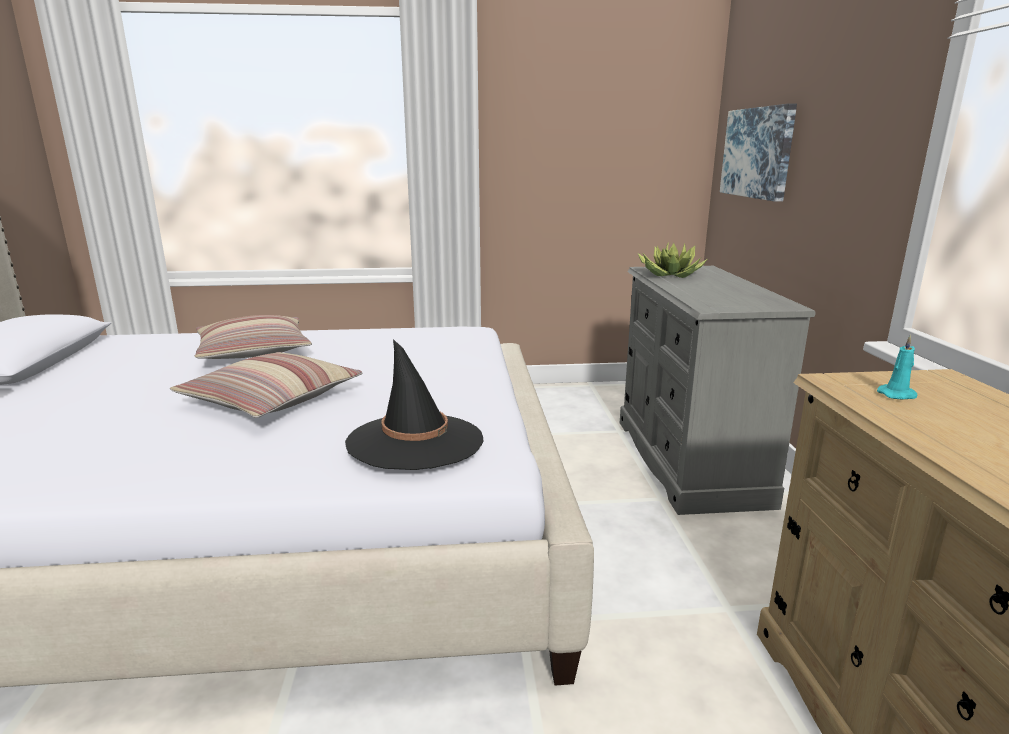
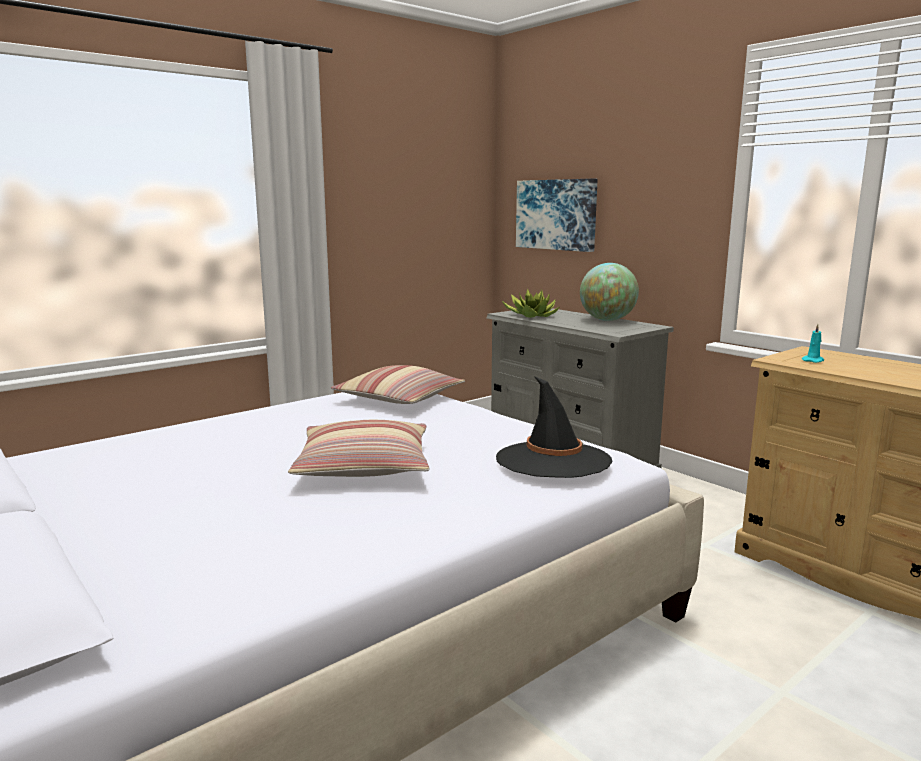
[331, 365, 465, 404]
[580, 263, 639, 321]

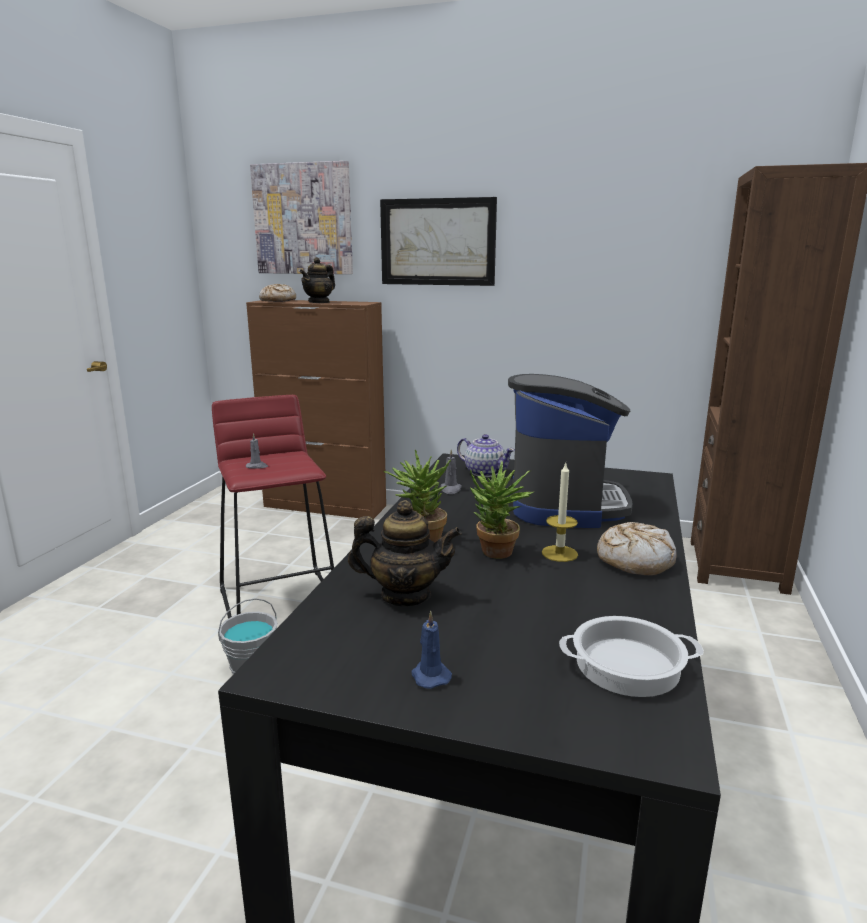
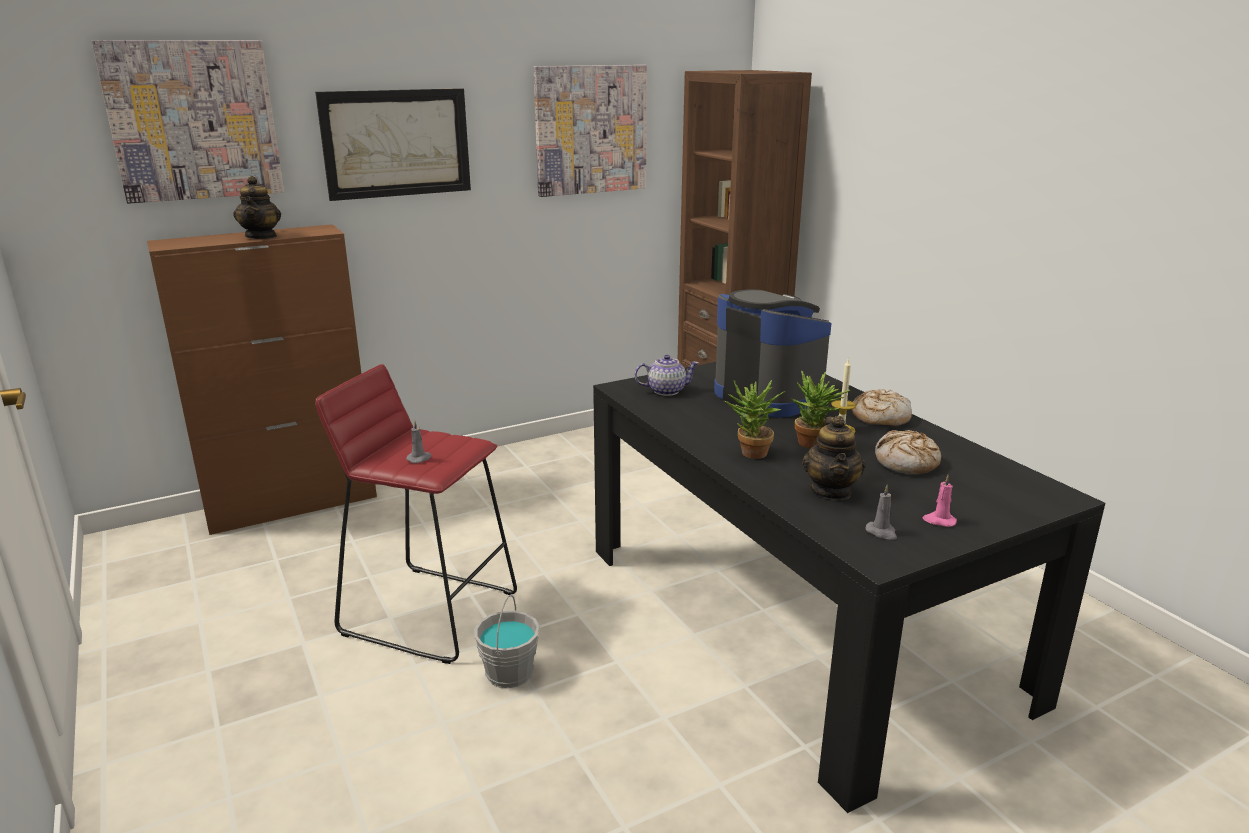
[533, 65, 647, 197]
[802, 416, 866, 500]
[865, 485, 897, 540]
[875, 430, 941, 474]
[922, 475, 957, 527]
[559, 616, 704, 697] (first image)

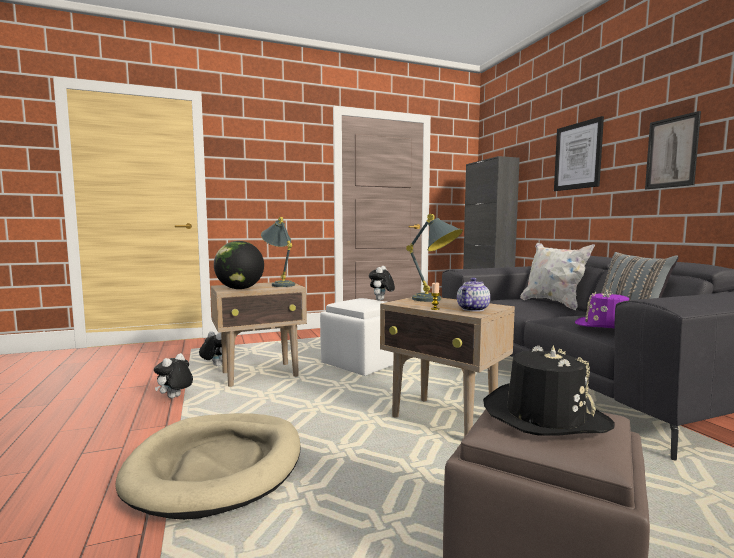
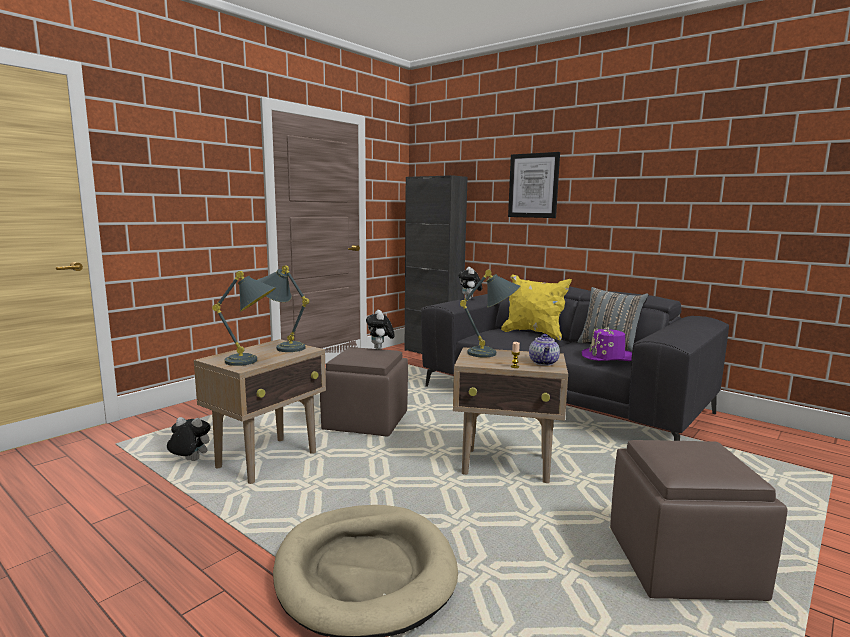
[212, 271, 276, 366]
[320, 347, 408, 436]
[458, 267, 482, 300]
[501, 274, 572, 340]
[483, 345, 615, 435] (first image)
[645, 111, 701, 189] (first image)

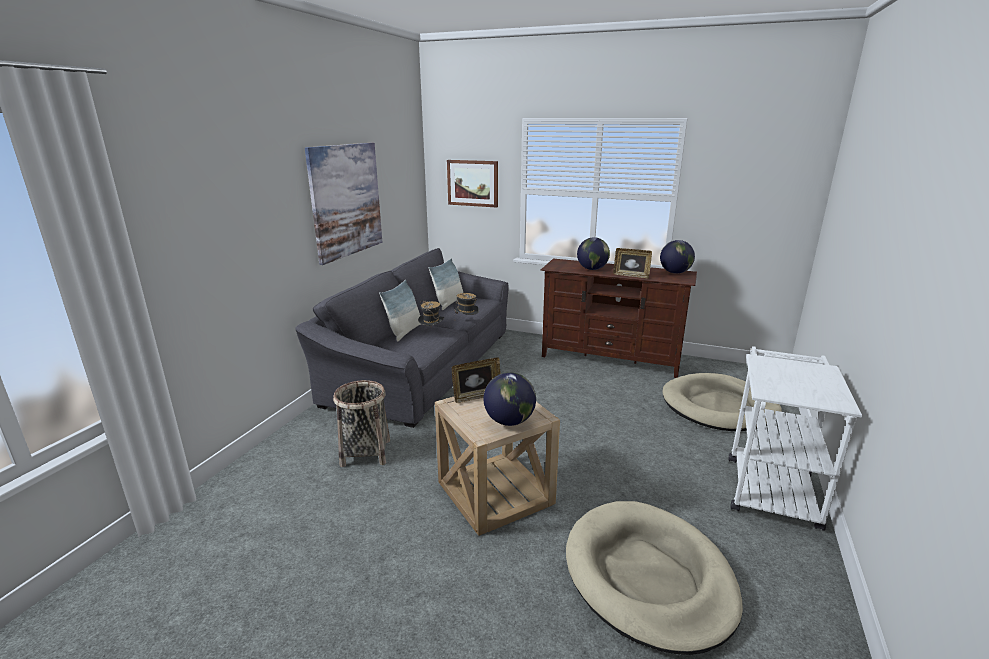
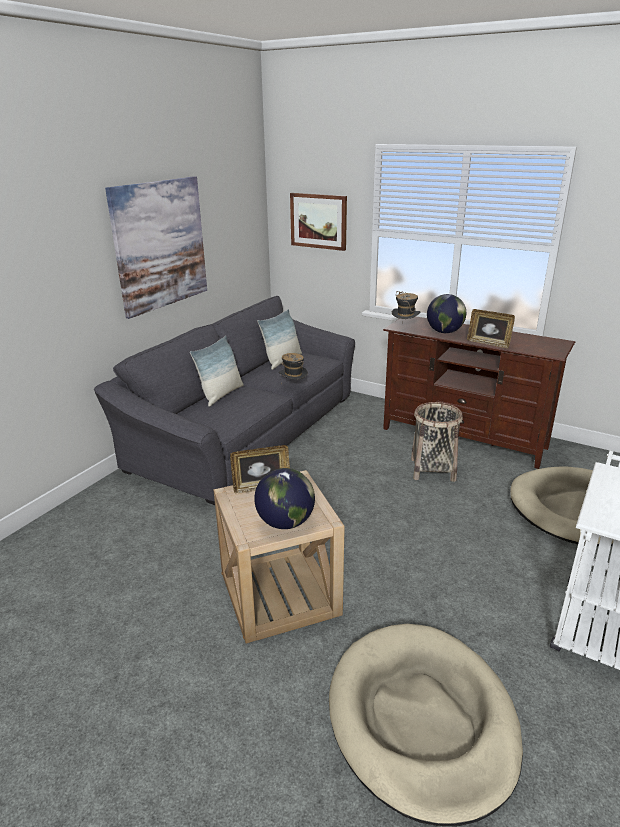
[392, 291, 420, 319]
[411, 402, 463, 482]
[660, 240, 695, 274] (first image)

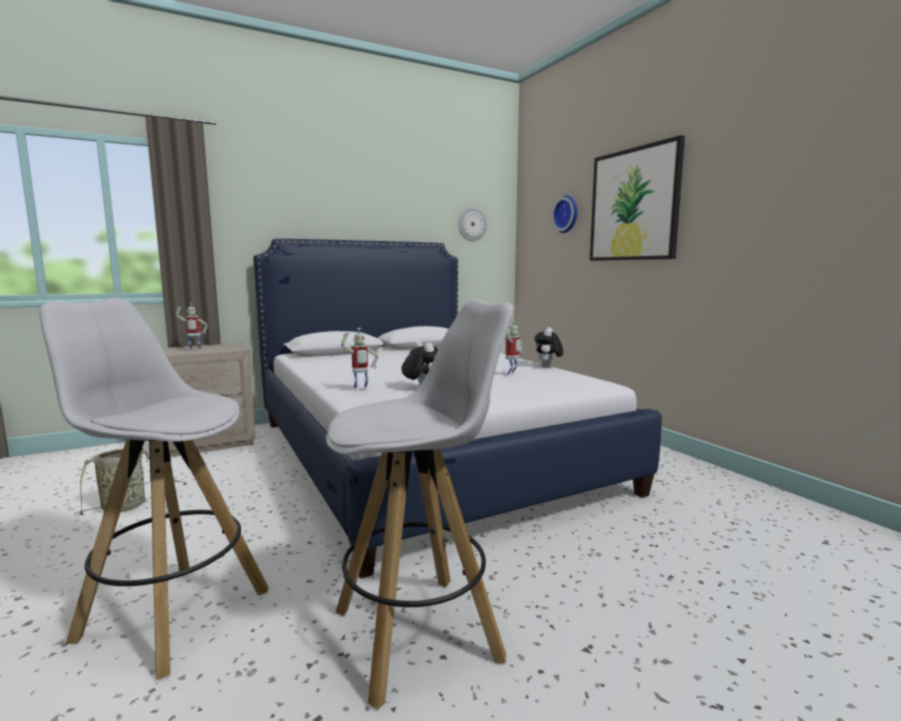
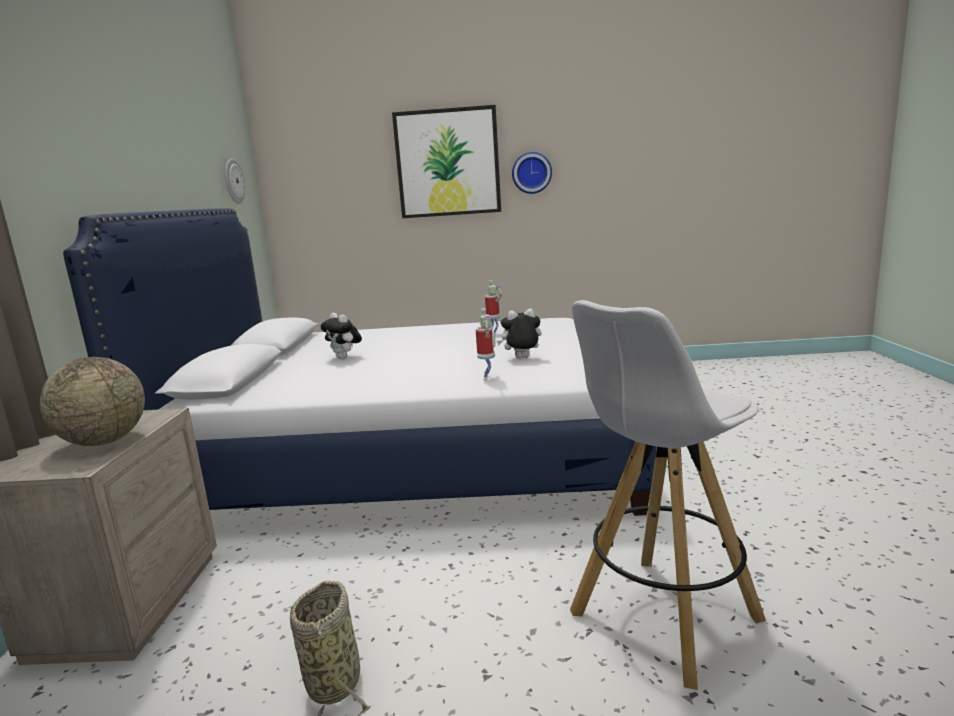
[40, 357, 145, 446]
[320, 313, 362, 359]
[512, 152, 552, 194]
[326, 299, 513, 710] (first image)

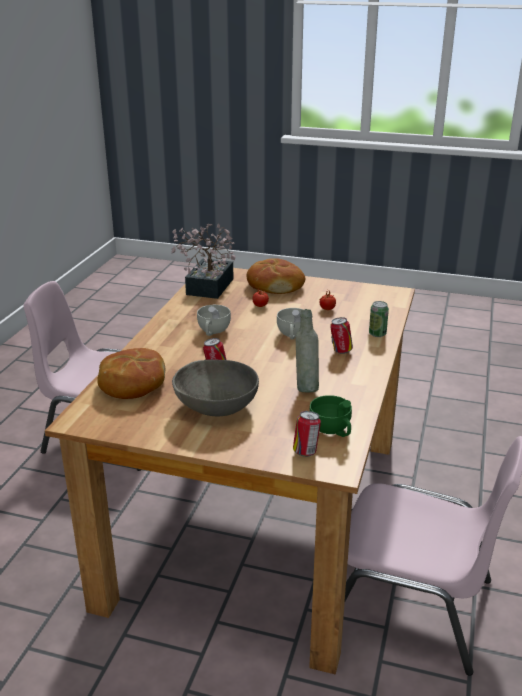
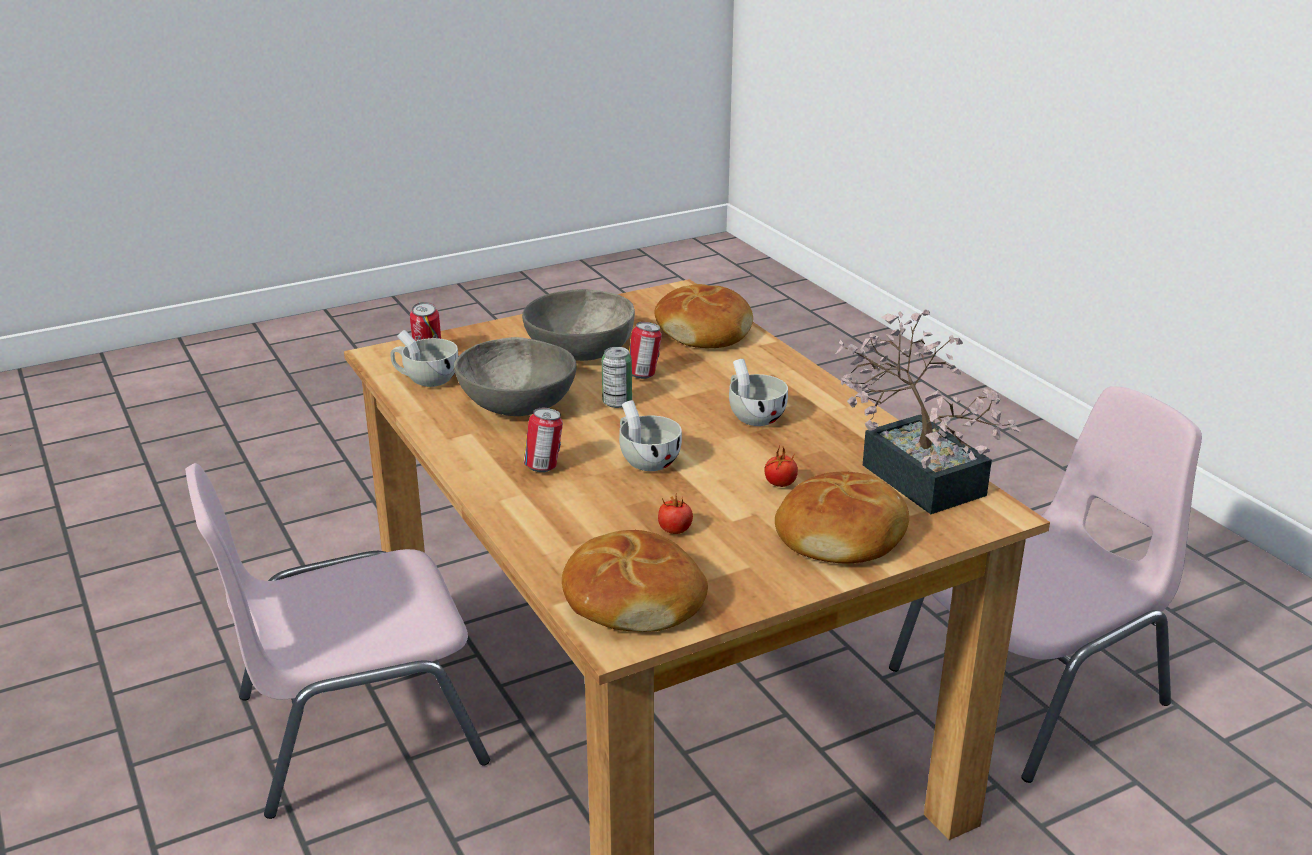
[390, 330, 459, 387]
[454, 337, 576, 416]
[562, 530, 708, 632]
[602, 347, 632, 408]

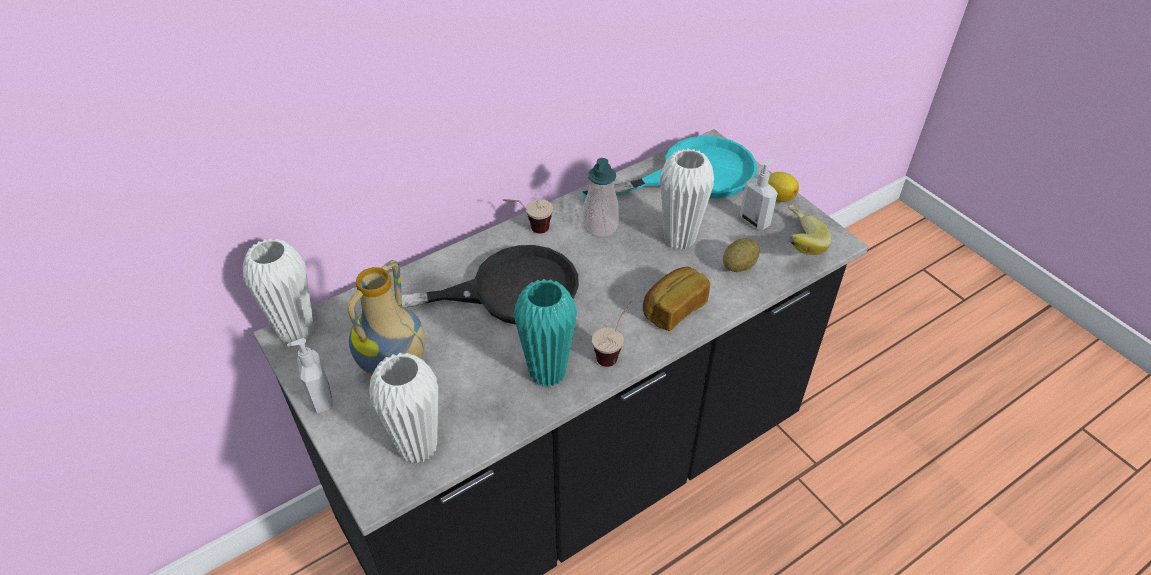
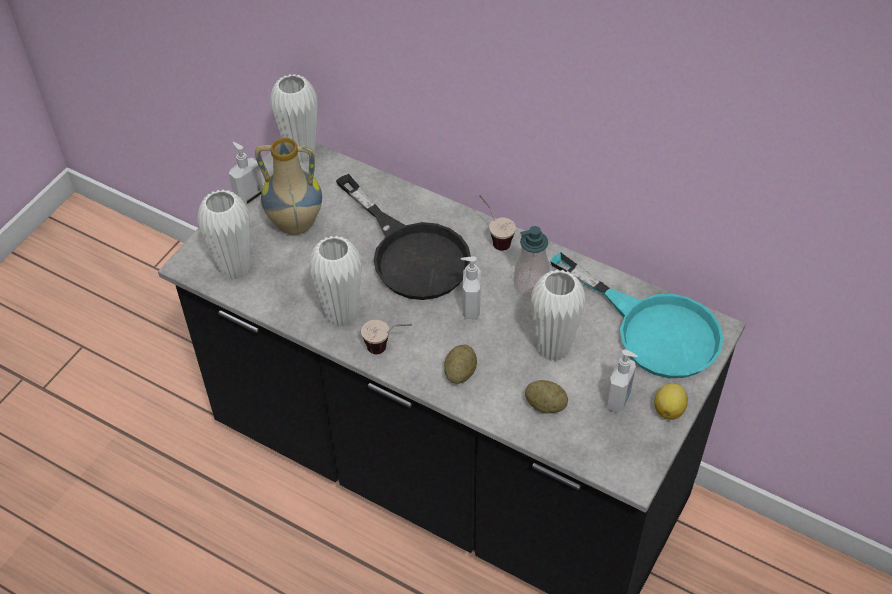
[309, 236, 362, 327]
[444, 345, 477, 384]
[461, 256, 481, 319]
[788, 205, 831, 255] (first image)

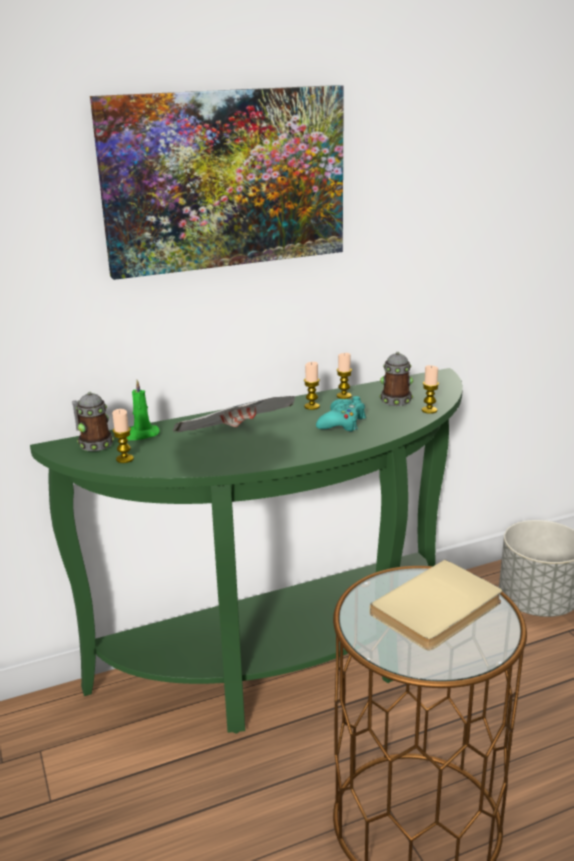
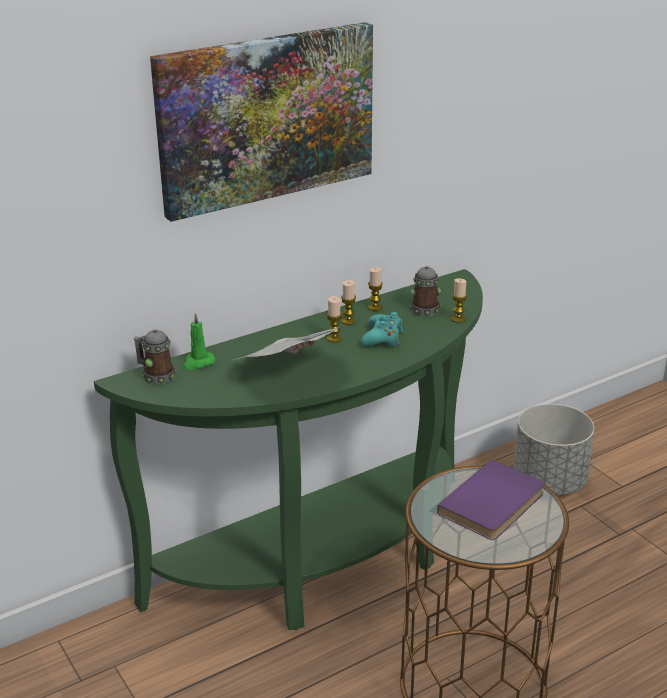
[327, 296, 342, 342]
[437, 460, 545, 540]

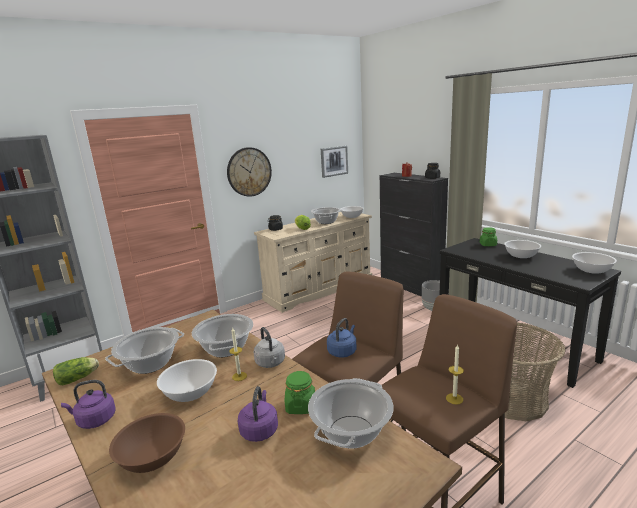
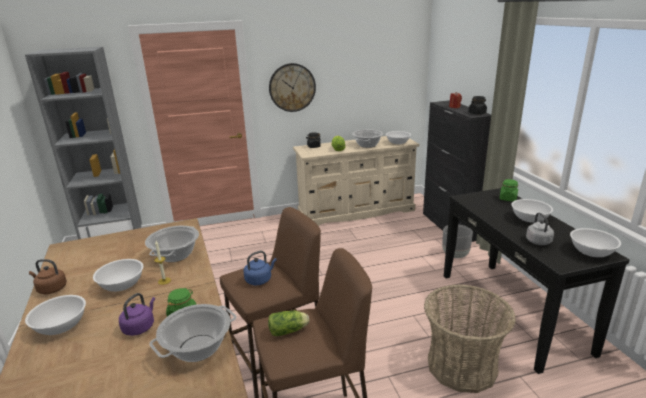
[25, 295, 86, 335]
[29, 259, 67, 294]
[268, 311, 309, 336]
[526, 213, 554, 245]
[105, 327, 184, 374] (first image)
[321, 146, 348, 178] (first image)
[446, 344, 464, 405] (first image)

